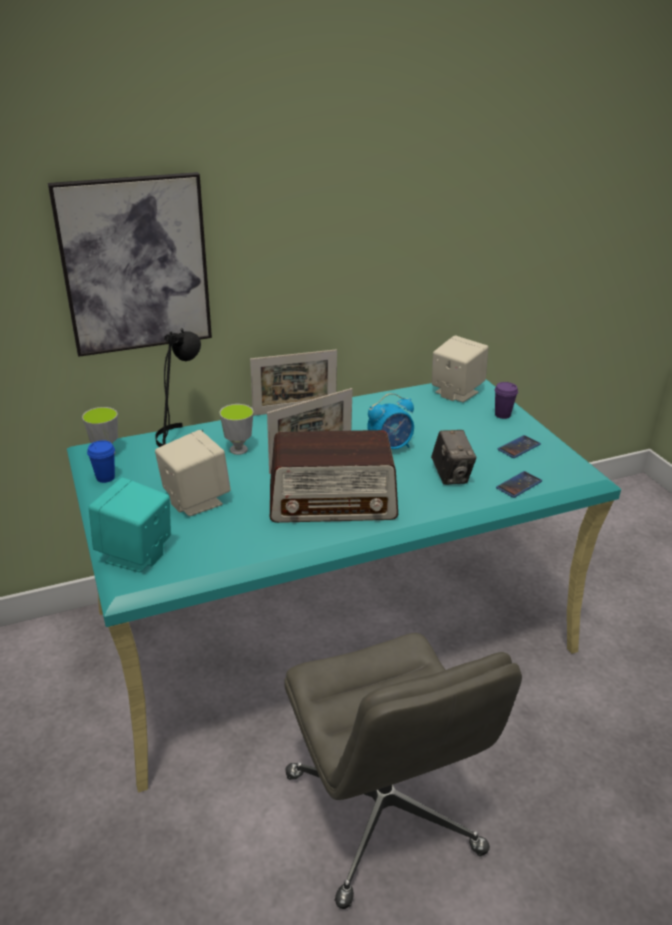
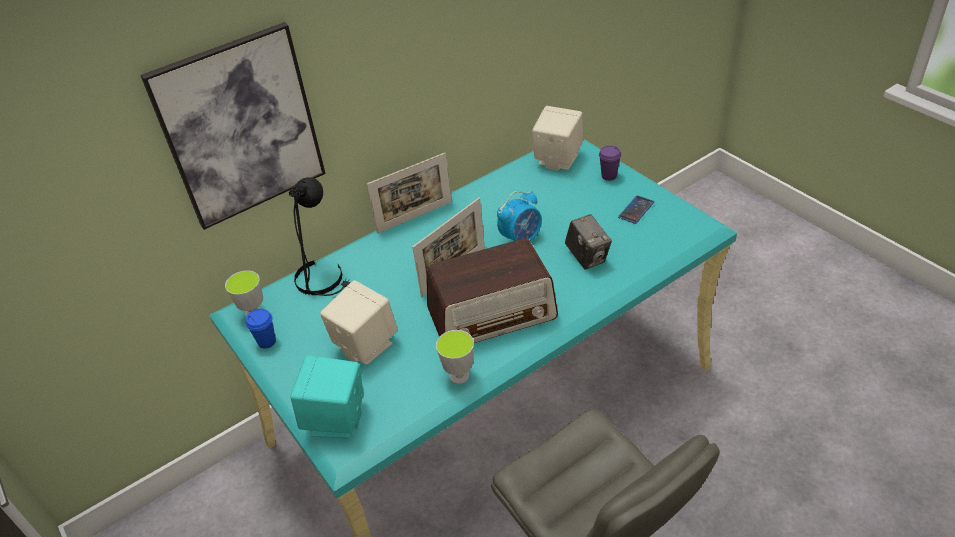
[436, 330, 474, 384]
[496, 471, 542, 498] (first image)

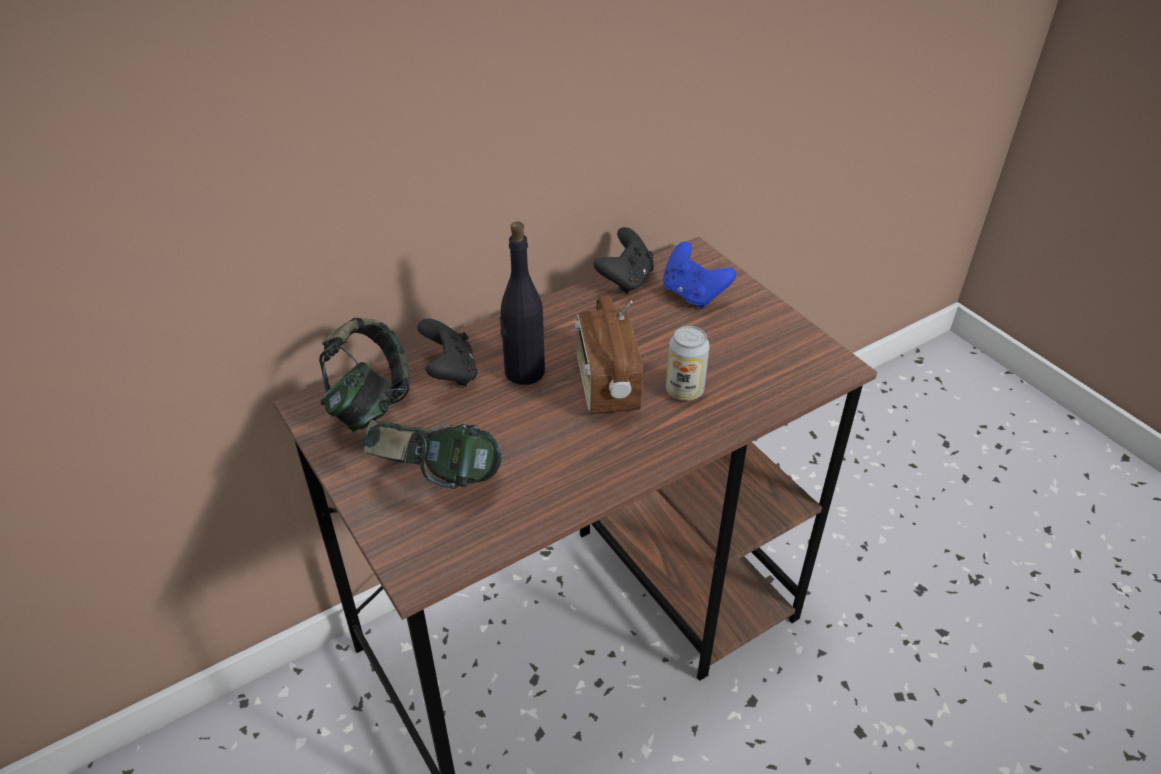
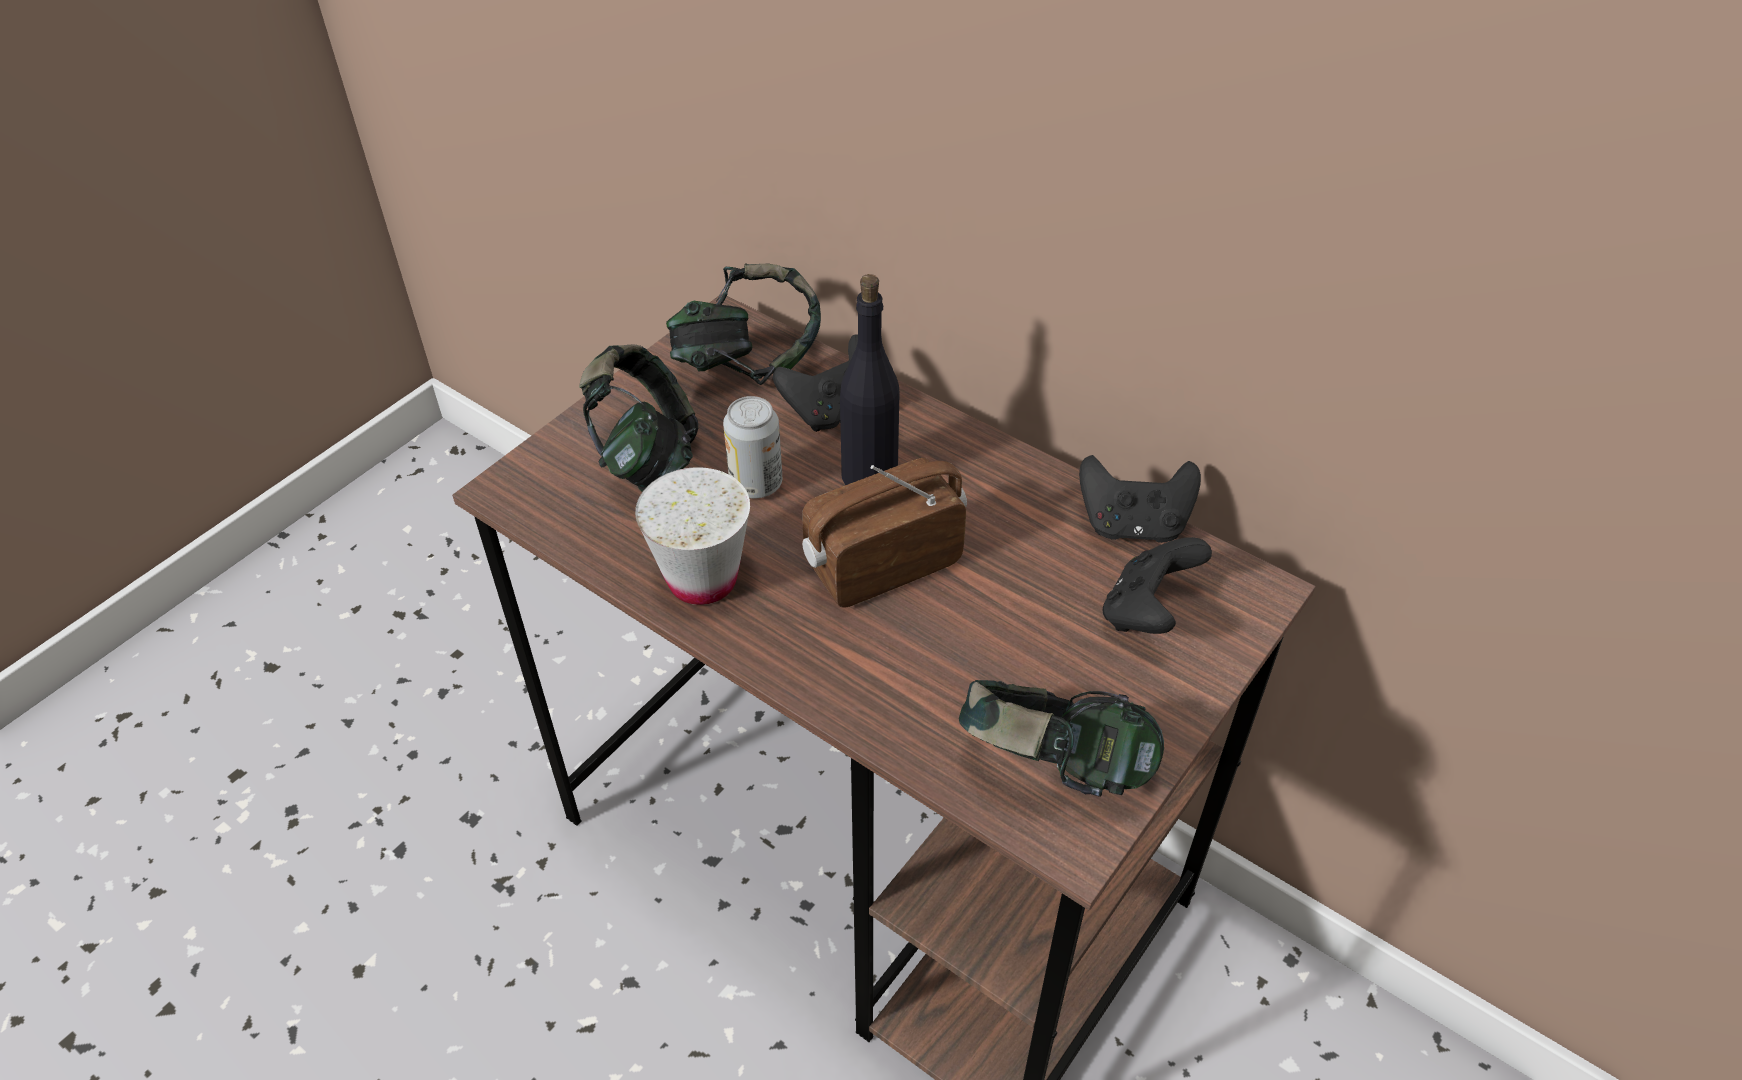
[635, 467, 750, 605]
[723, 396, 782, 498]
[959, 680, 1164, 797]
[1103, 537, 1212, 634]

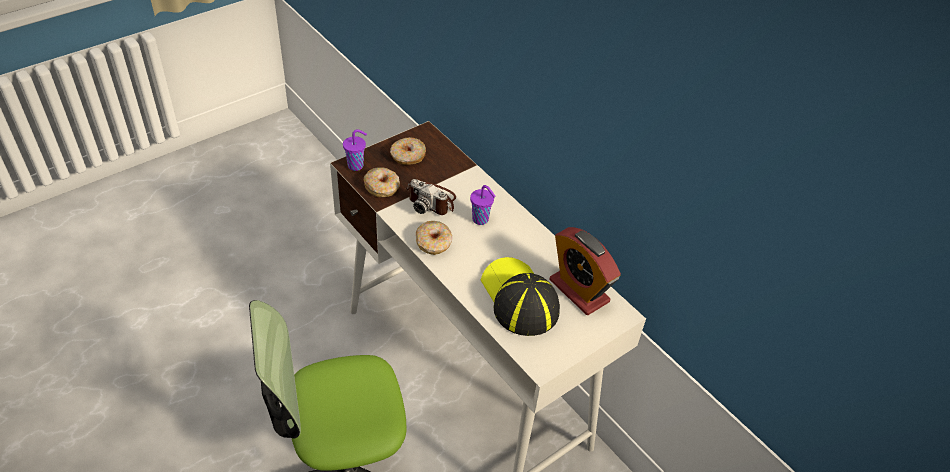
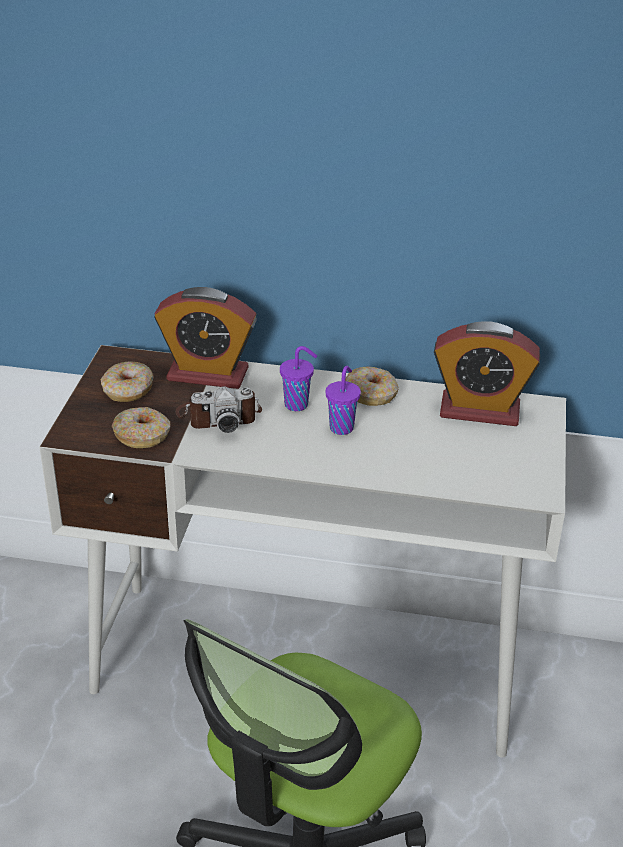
[154, 287, 257, 389]
[325, 366, 361, 435]
[346, 367, 399, 406]
[481, 257, 560, 336] (first image)

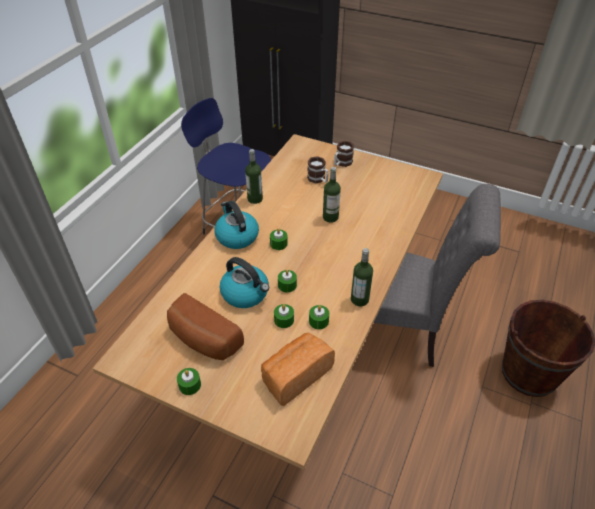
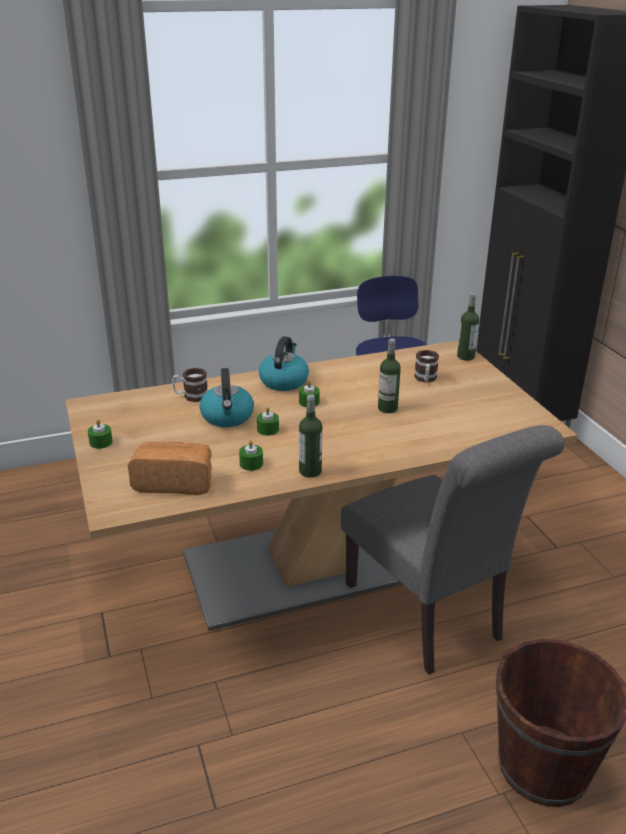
[172, 368, 207, 402]
[457, 293, 479, 361]
[167, 293, 244, 360] (first image)
[274, 304, 294, 328] (first image)

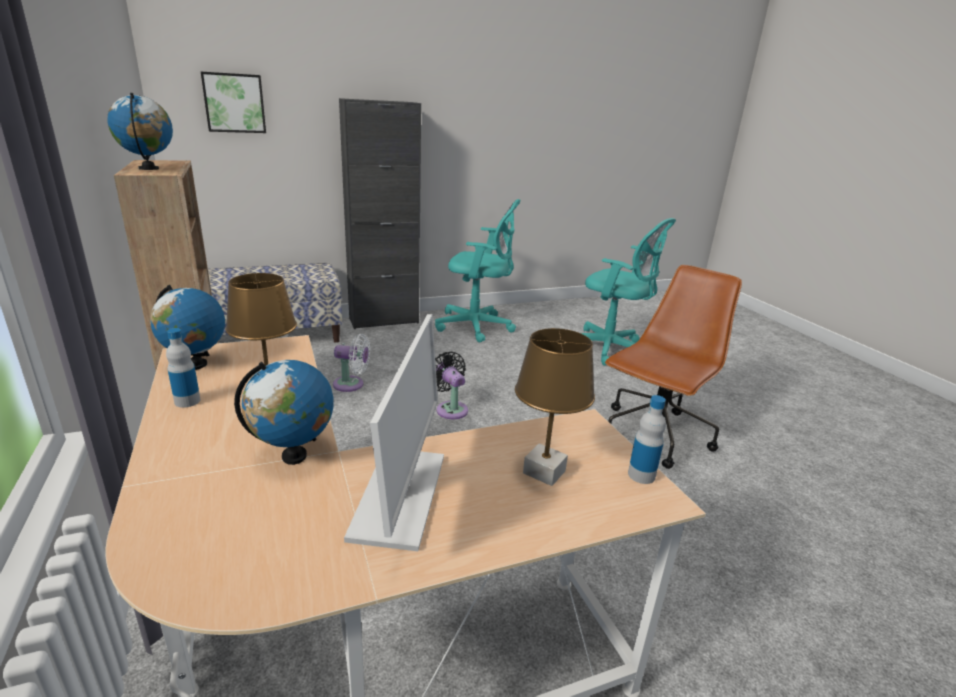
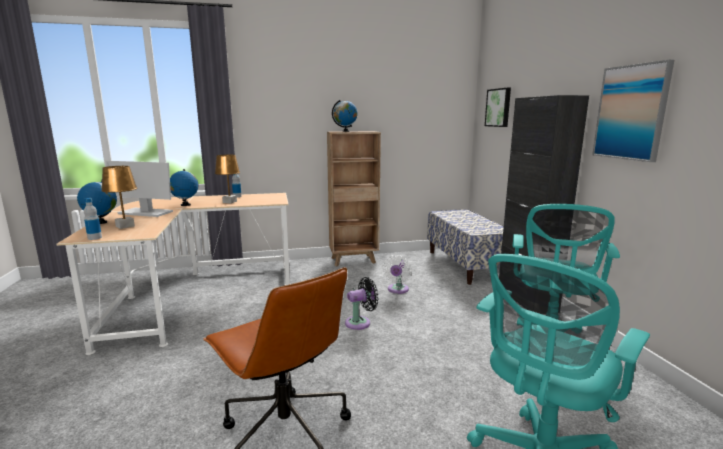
[77, 180, 117, 224]
[592, 60, 674, 162]

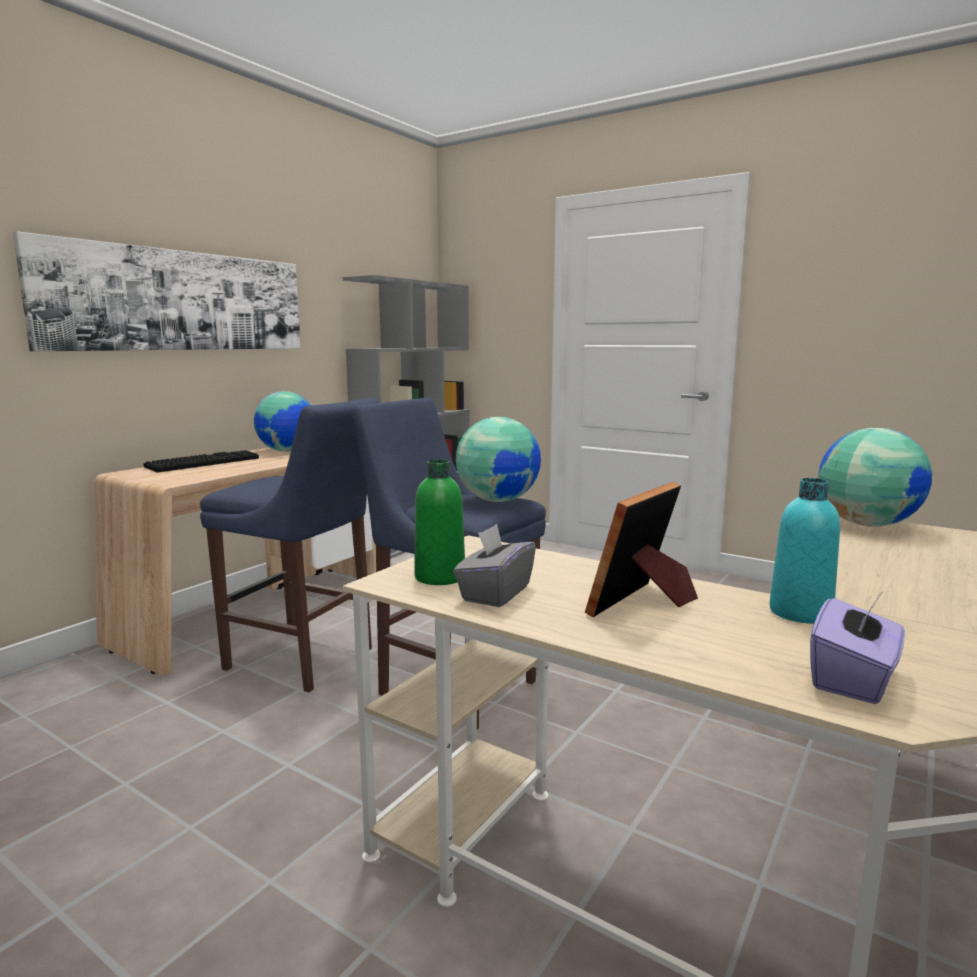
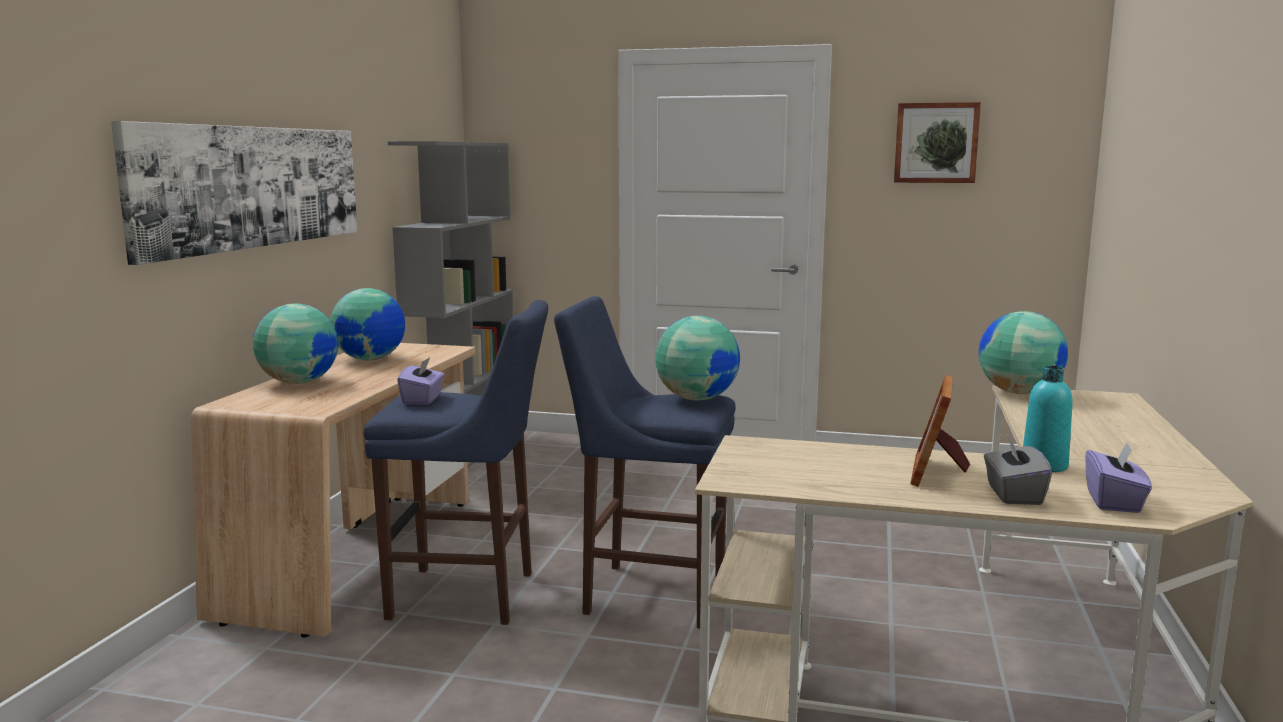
[253, 303, 338, 384]
[397, 357, 444, 405]
[894, 102, 981, 183]
[984, 434, 1052, 505]
[414, 460, 465, 585] (first image)

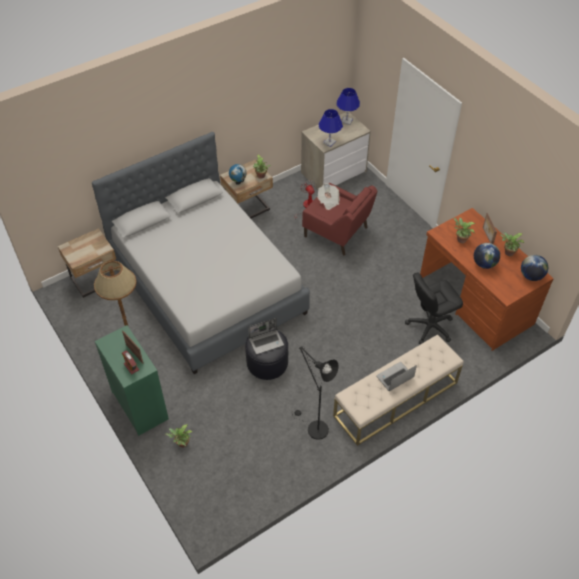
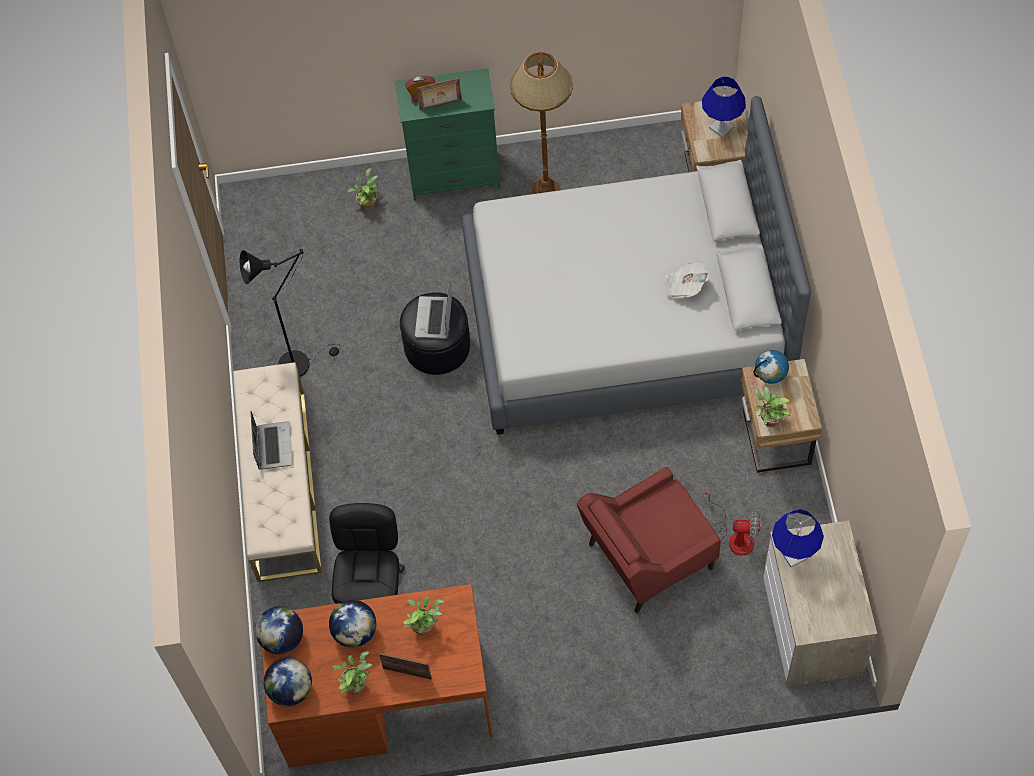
[255, 606, 303, 654]
[664, 262, 709, 298]
[702, 77, 746, 138]

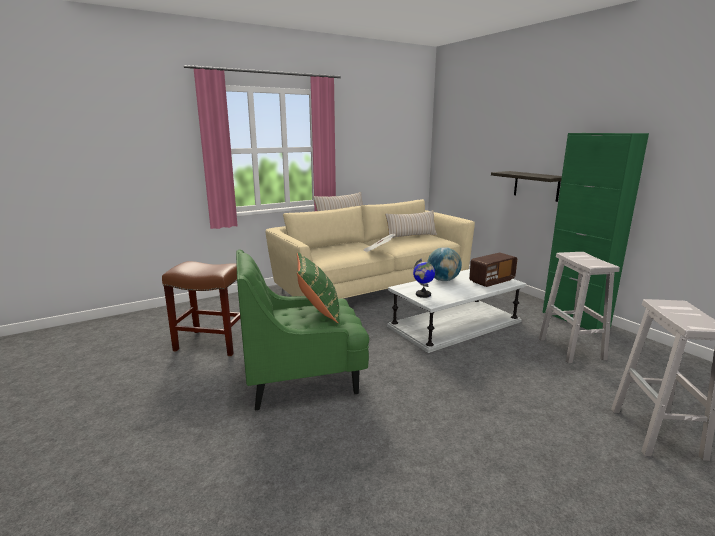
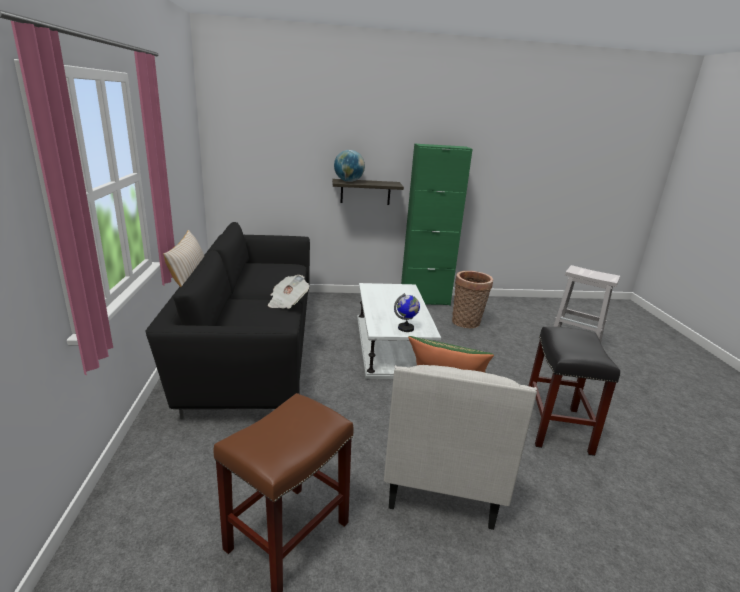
[146, 222, 310, 419]
[334, 150, 365, 182]
[384, 365, 537, 530]
[452, 271, 493, 328]
[529, 327, 620, 456]
[385, 210, 437, 239] (first image)
[469, 253, 517, 287] (first image)

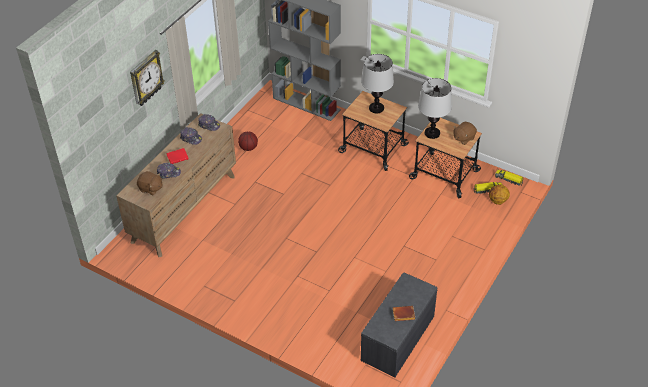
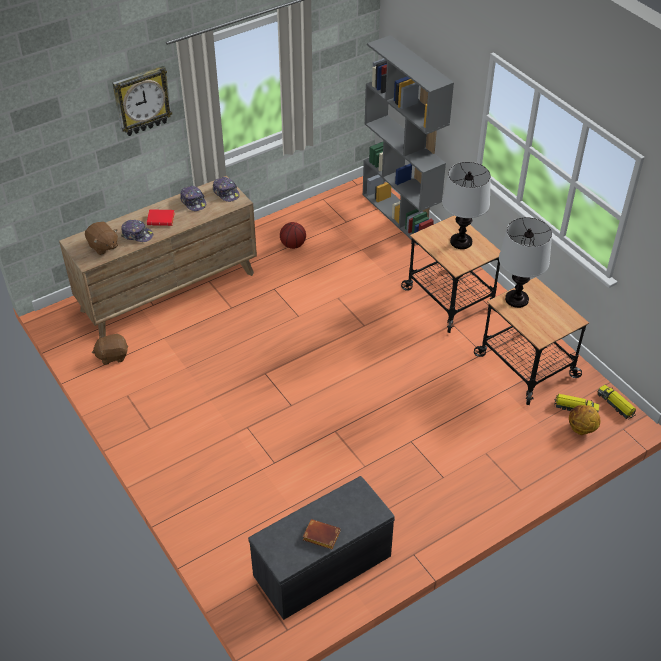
[92, 334, 128, 365]

